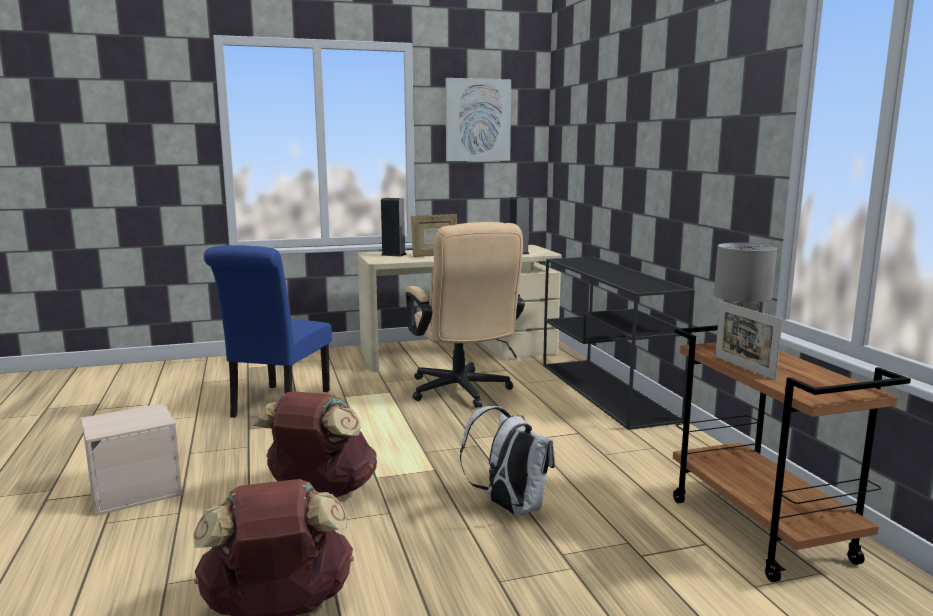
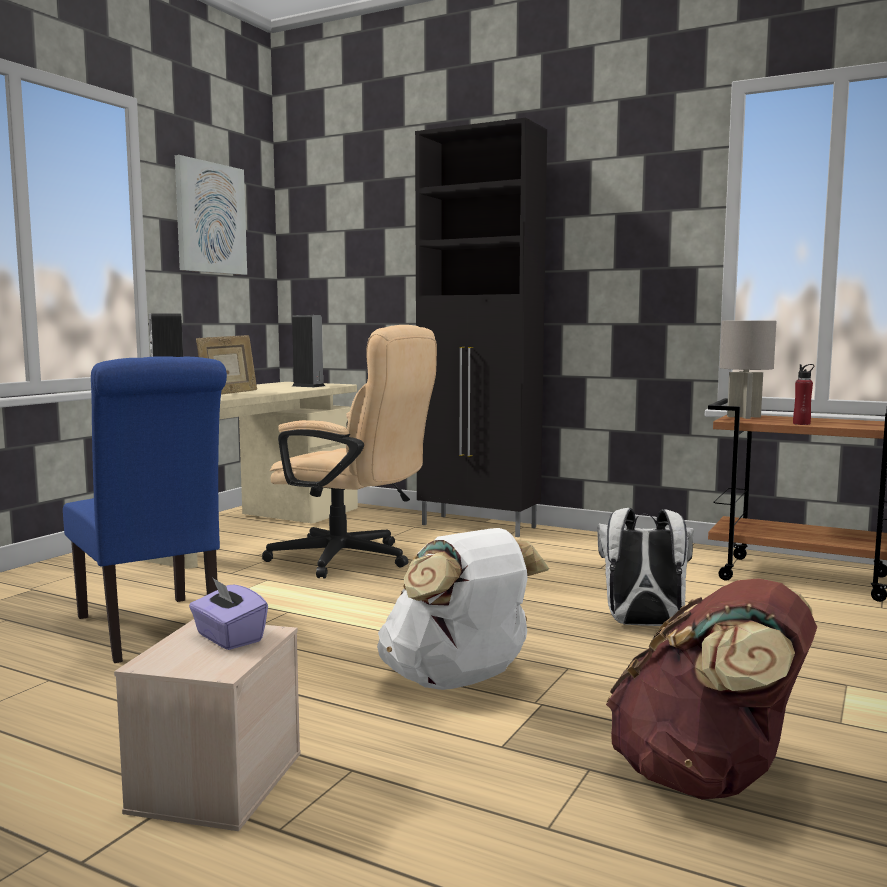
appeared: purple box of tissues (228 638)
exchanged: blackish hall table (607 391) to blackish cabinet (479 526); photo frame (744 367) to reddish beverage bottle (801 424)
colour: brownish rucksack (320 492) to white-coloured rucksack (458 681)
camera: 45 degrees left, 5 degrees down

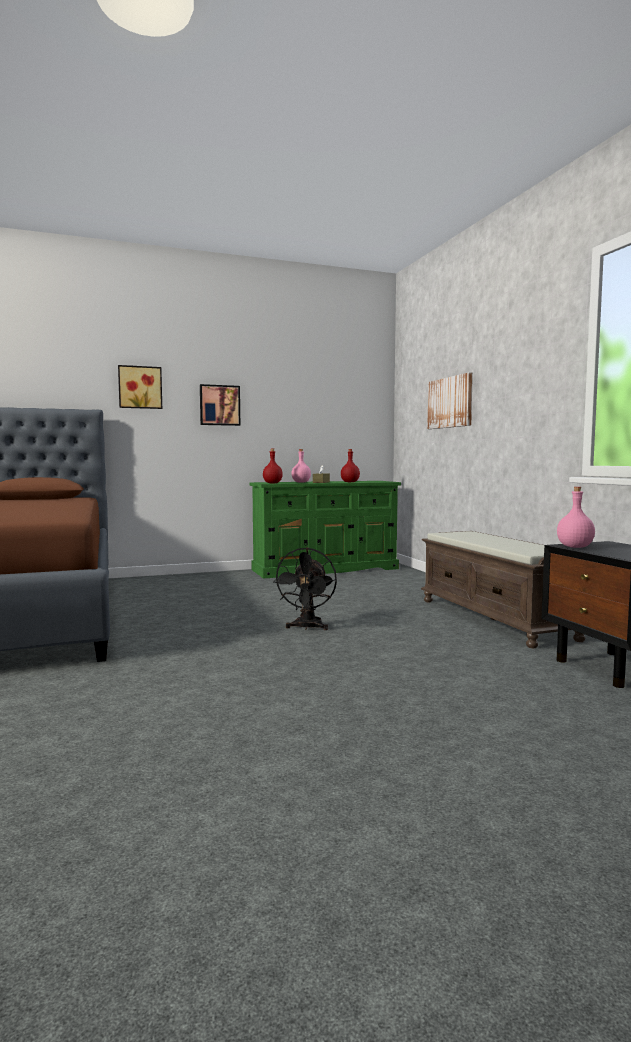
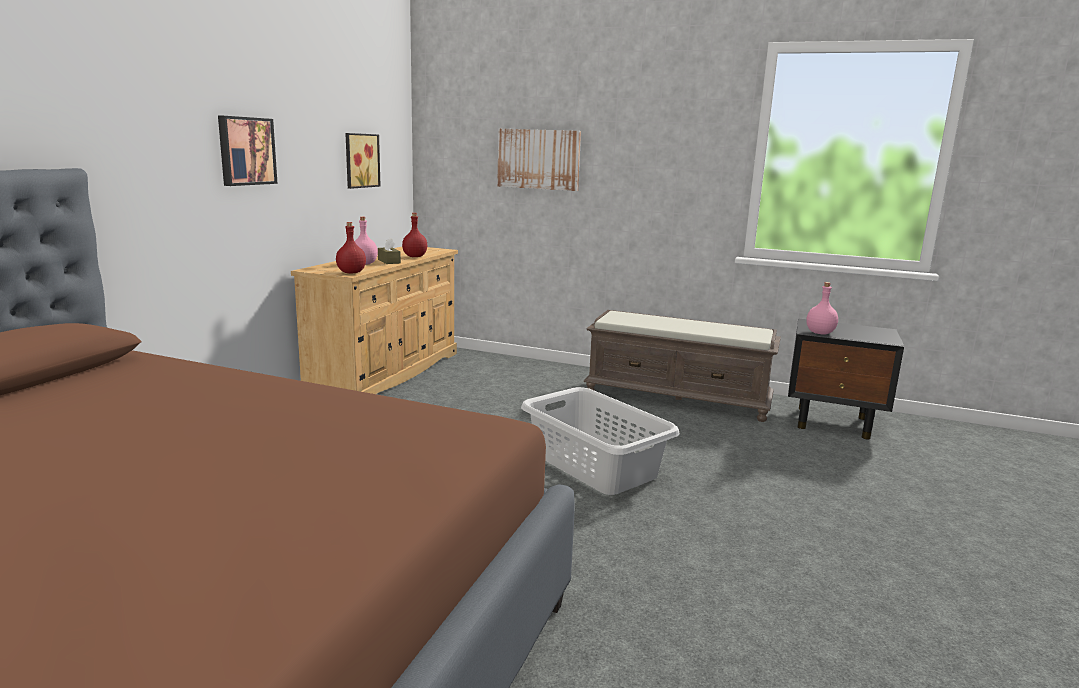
relocated: wall picture (140 387) to (360 160)
exchanged: blackish fan (307 627) to greyish hamper (594 464)
colour: green-coloured dresser (326 569) to beige-coloured dresser (387 373)
camera: 50 degrees left, 10 degrees up

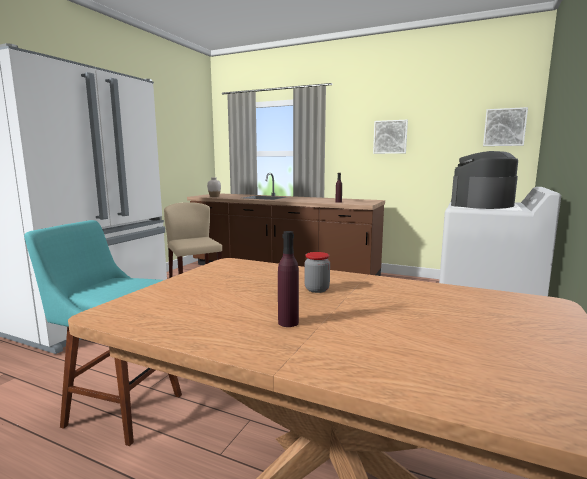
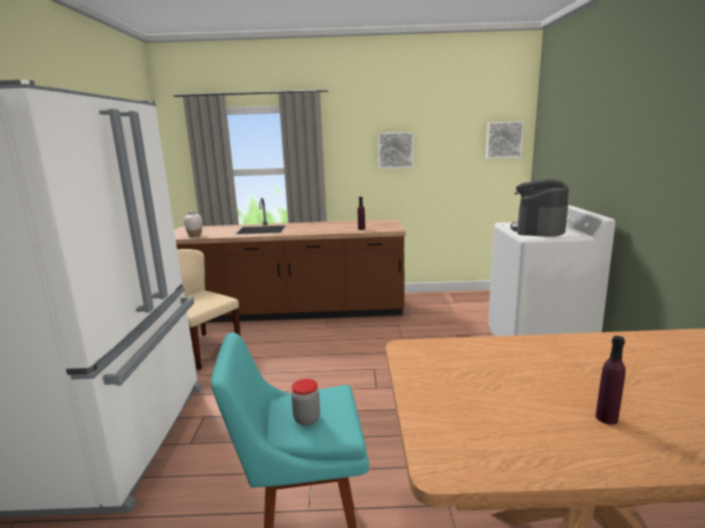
relocated: preserve jar (317 289) to (307 419)
camera: 25 degrees left, 5 degrees up

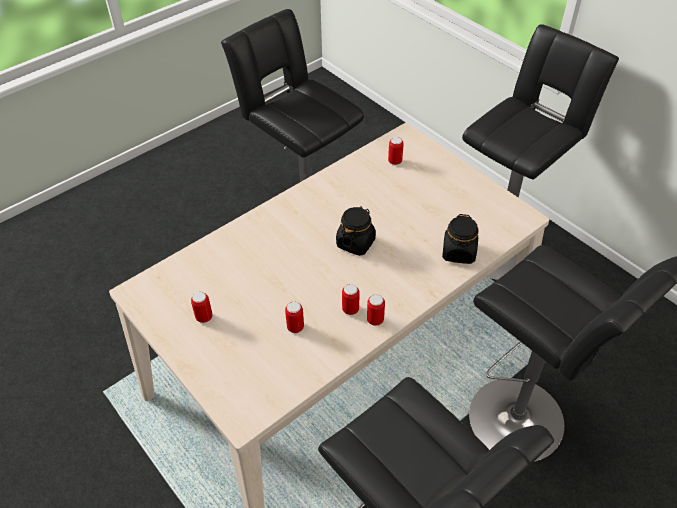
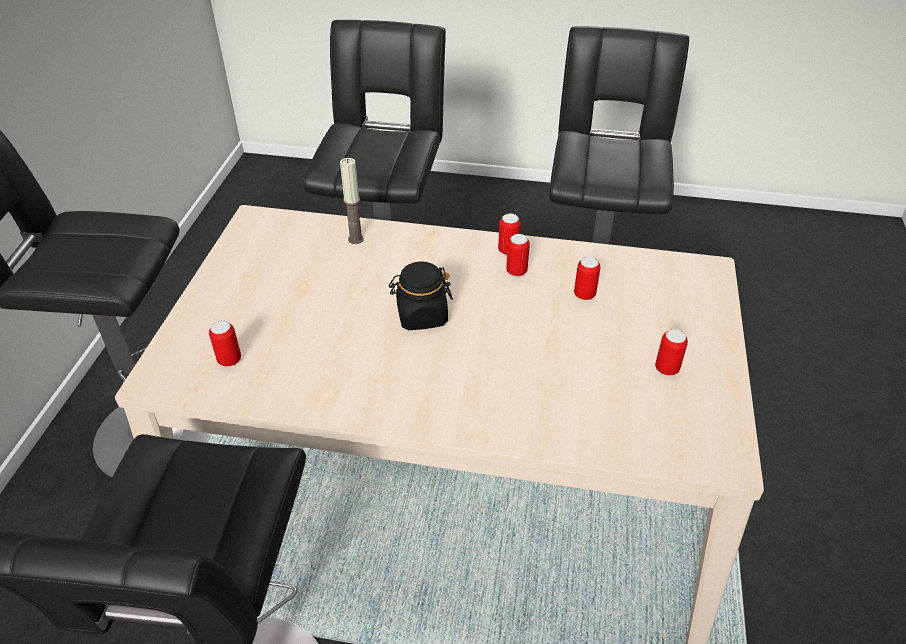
exchanged: blackish preserve jar (459 252) to candle (356 239)
camera: 130 degrees left, 5 degrees down

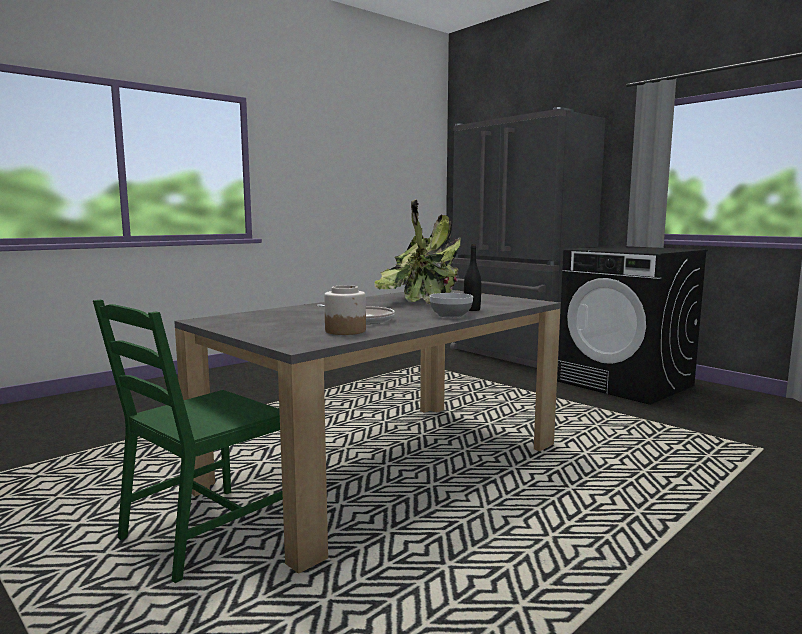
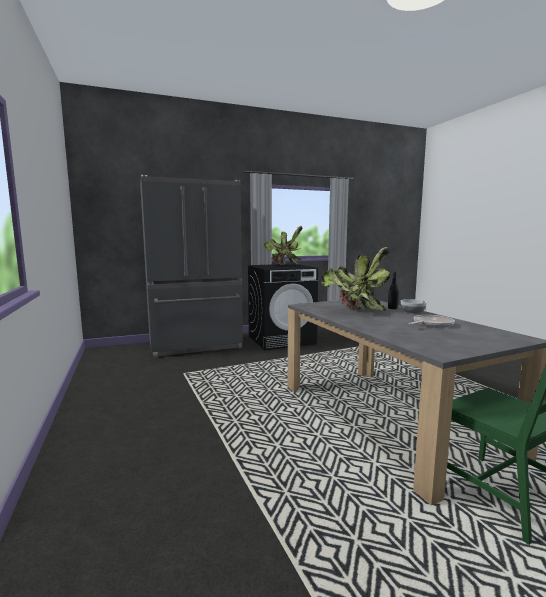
missing: preserve jar (345 331)
appeared: potted plant (284 266)
camera: 70 degrees left, 0 degrees up

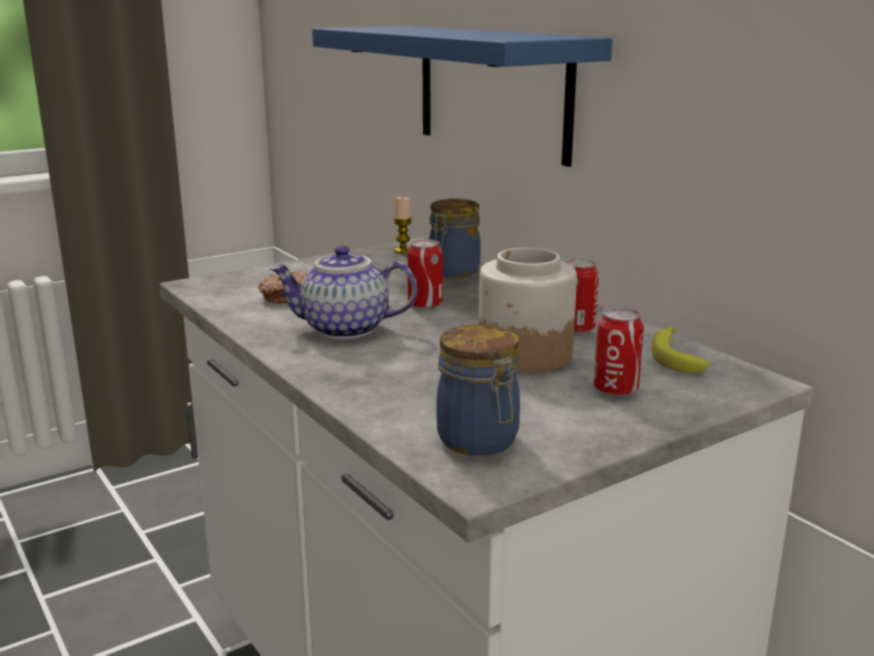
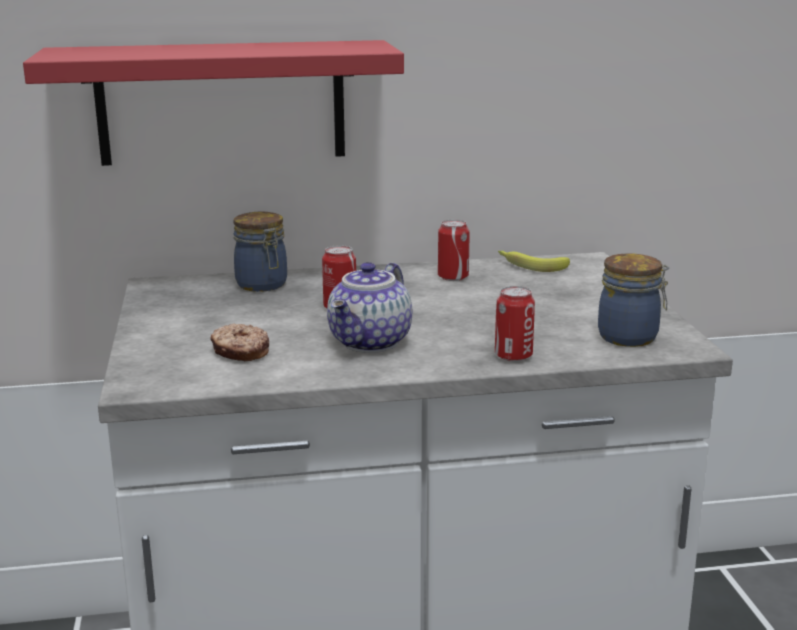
missing: candle (403 250); preserve jar (523 354)
relocated: metal can (615 389) to (513 356)
colour: blue shelf (492 91) to reddish shelf (221 102)
camera: 65 degrees left, 0 degrees up

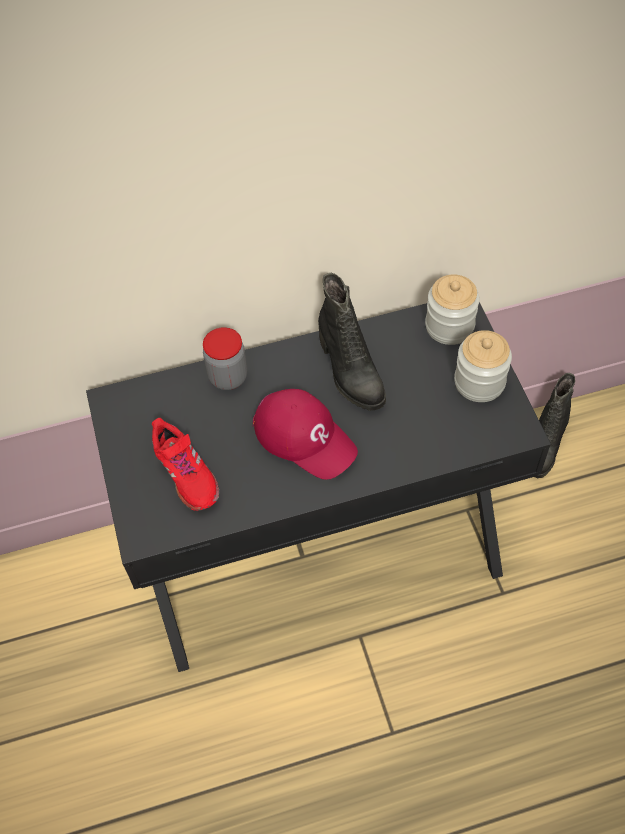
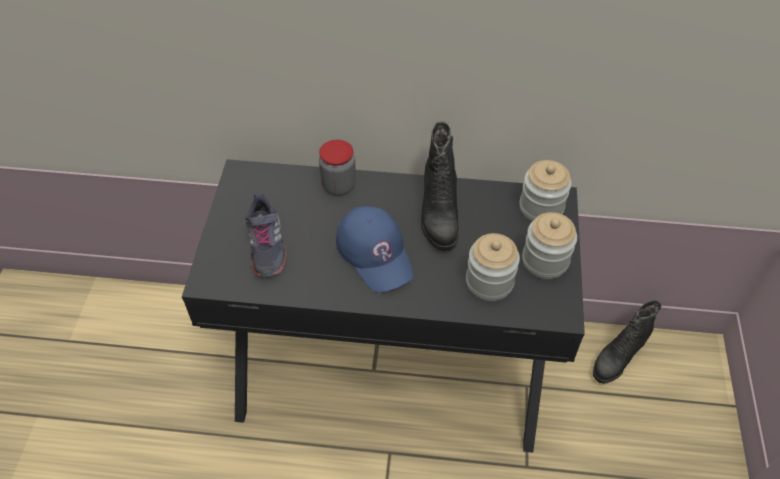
appeared: preserve jar (489 282)
colour: reddish shoe (185 473) to greyish shoe (266 246); reddish baseball cap (305 437) to blue baseball cap (375 252)
camera: 20 degrees right, 5 degrees down

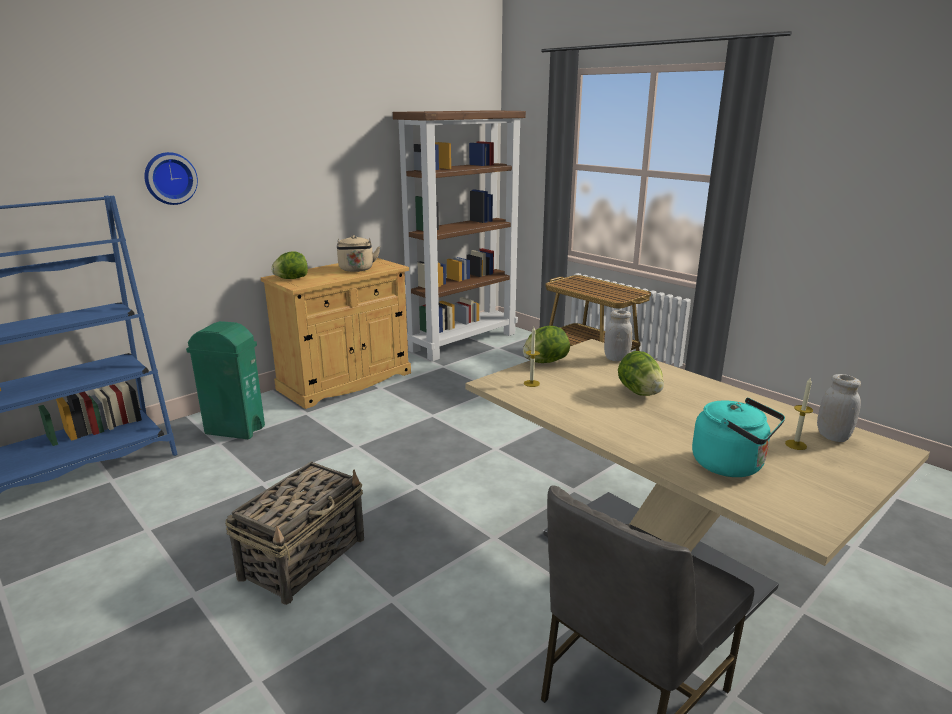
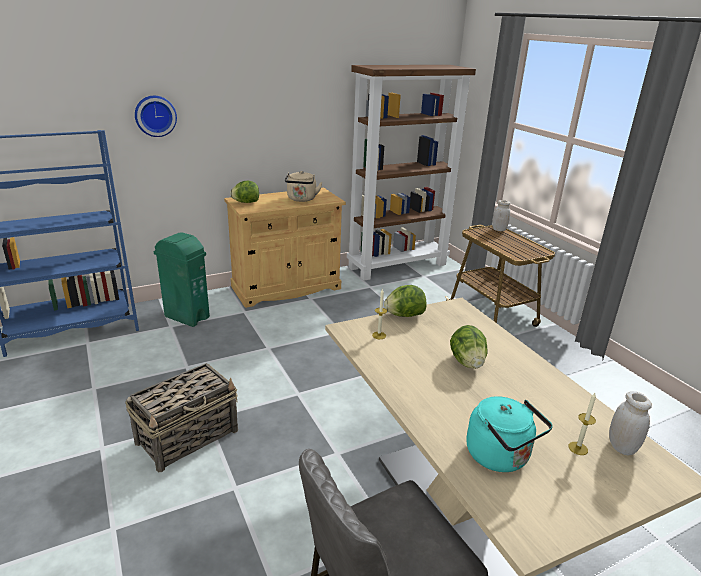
relocated: white-coloured preserve jar (616 358) to (499 229)
camera: 15 degrees right, 5 degrees up

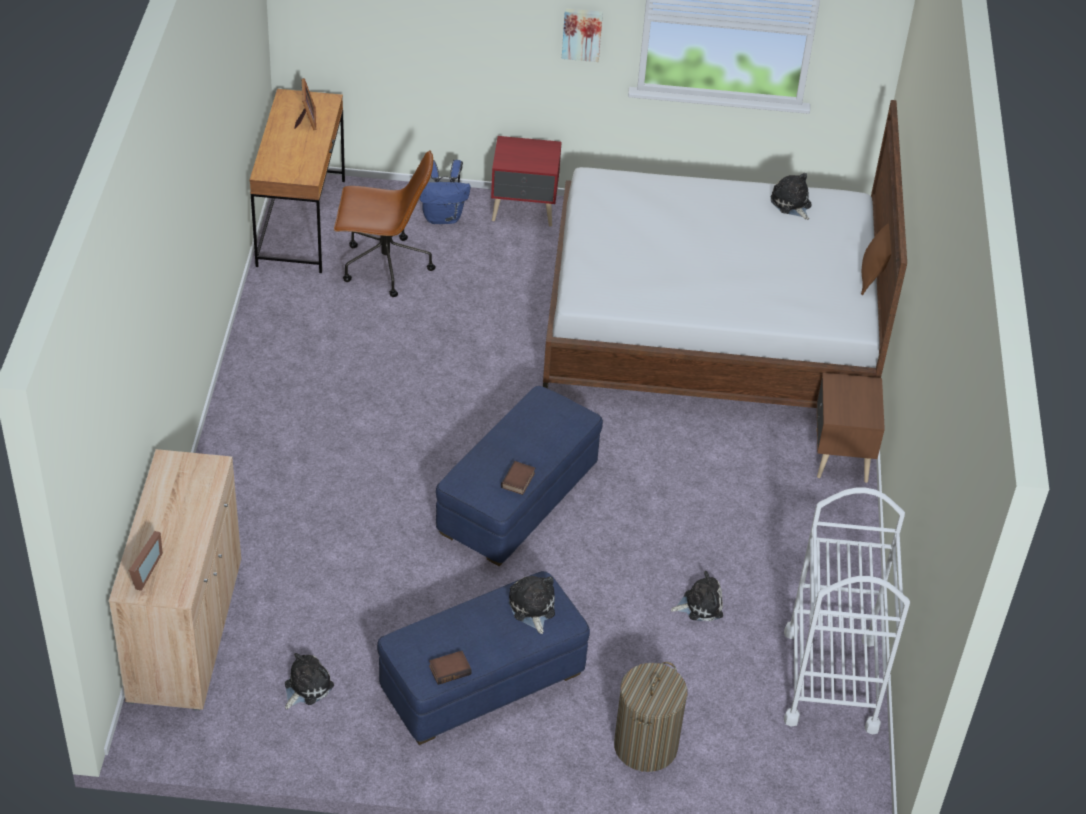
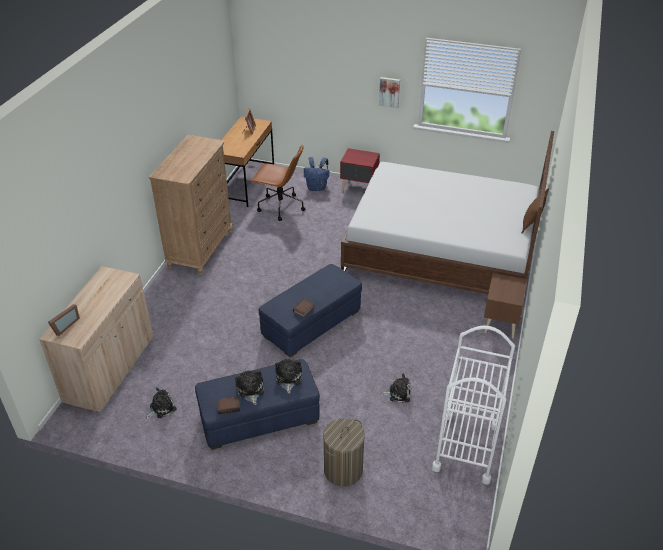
appeared: brownish dresser (200 249)
relocated: soft toy (791 204) to (250 390)
camera: 15 degrees right, 5 degrees down

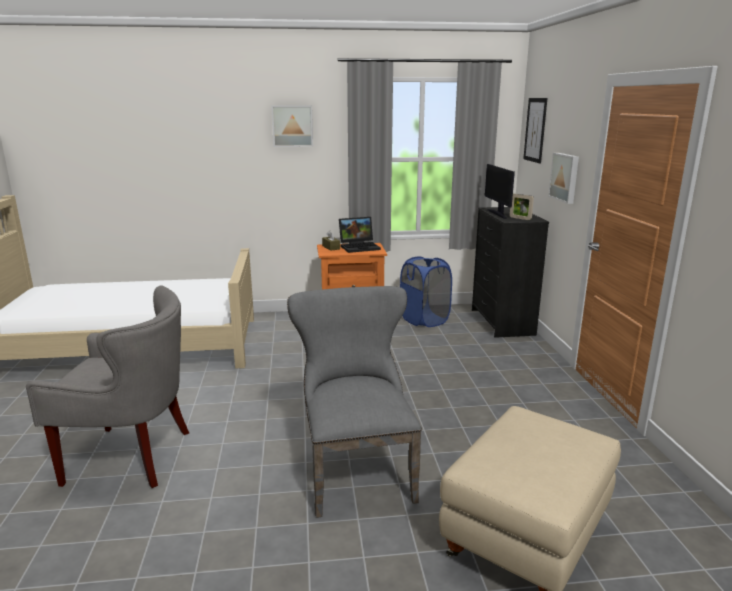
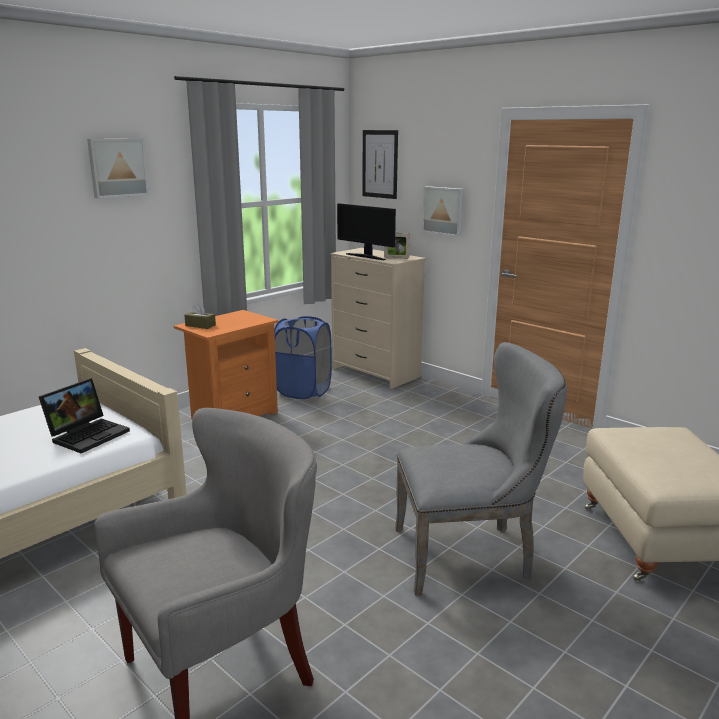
relocated: laptop (360 247) to (88 434)
colour: blackish dresser (501 322) to beige-coloured dresser (375 373)
spun: greyish upright chair (355 470) = (471 554) 135 degrees clockwise
camera: 40 degrees left, 0 degrees up

